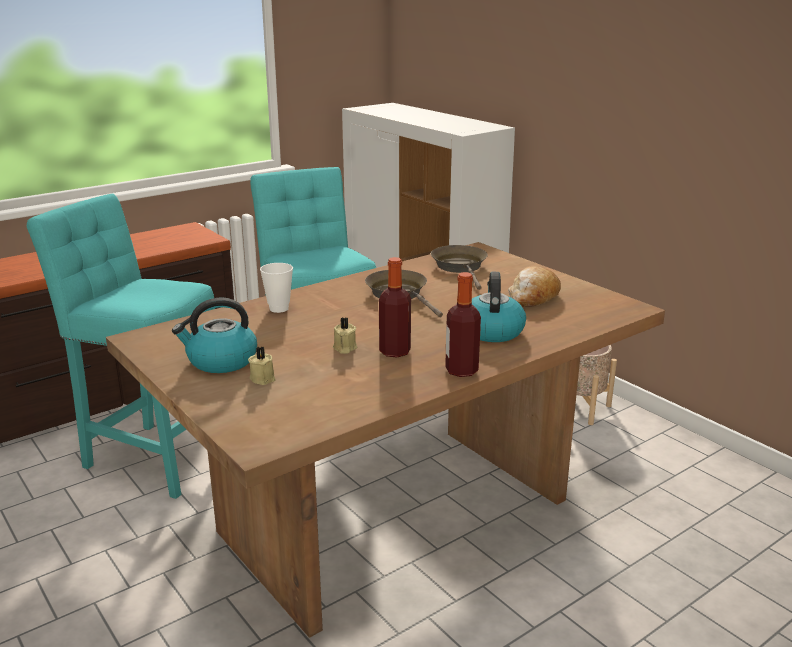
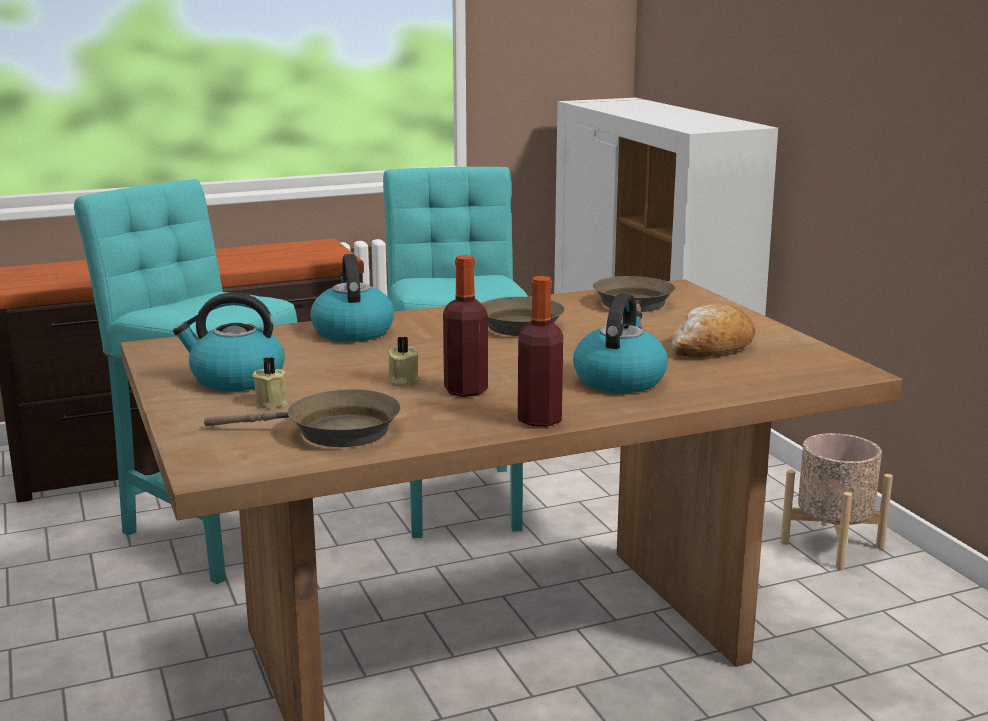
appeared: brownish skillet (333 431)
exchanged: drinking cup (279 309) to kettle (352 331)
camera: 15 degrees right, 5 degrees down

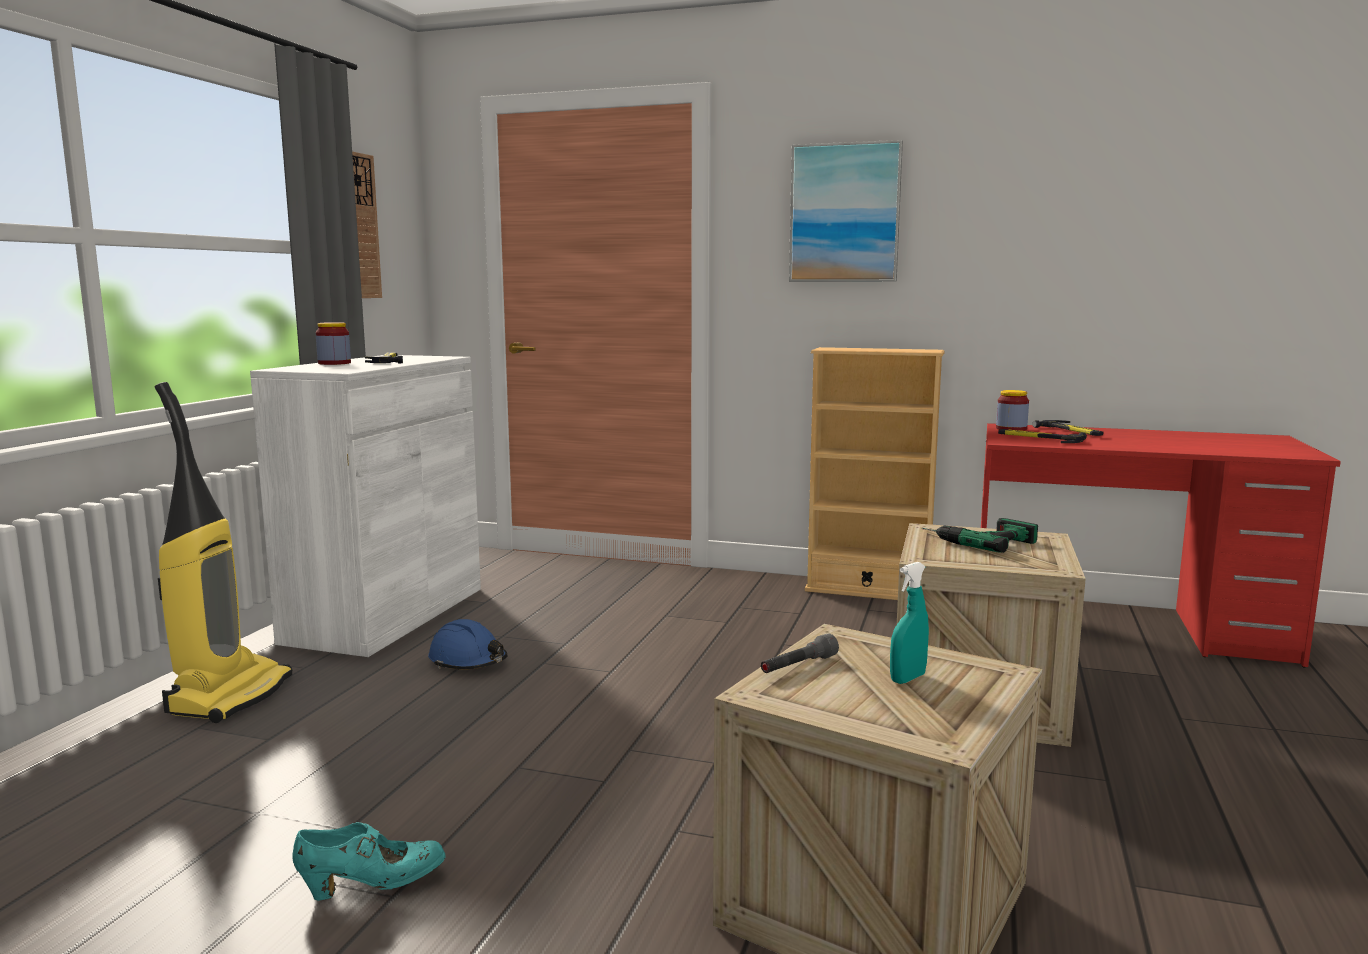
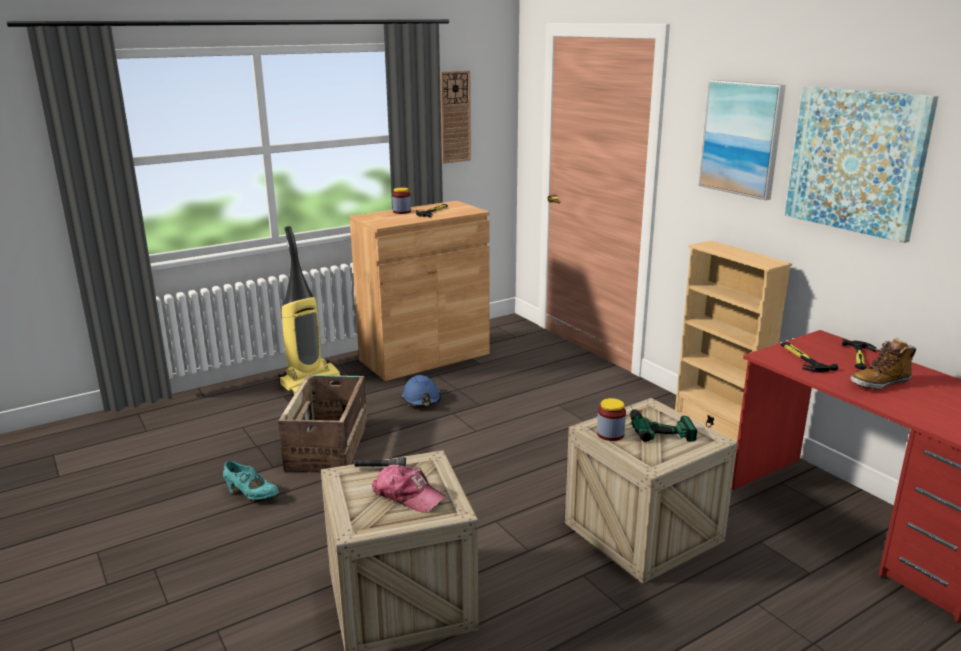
appeared: shipping crate (329 445); wall picture (856 161); tall boot (880 383)
relocated: preserve jar (1011 429) to (610 434)
exchanged: turquoise-coloured hand sprayer (907 678) to baseball cap (408 495)
colour: white-coloured cabinet (386 615) to brownish cabinet (424 357)
camera: 40 degrees right, 10 degrees up

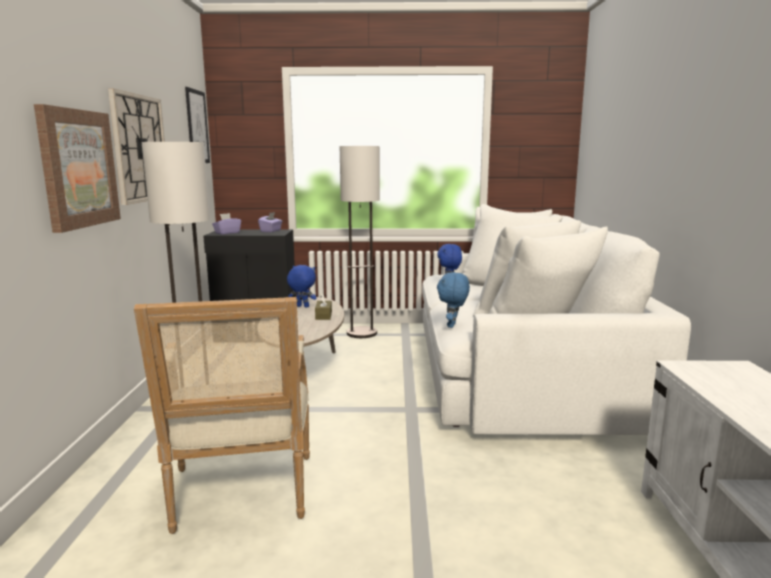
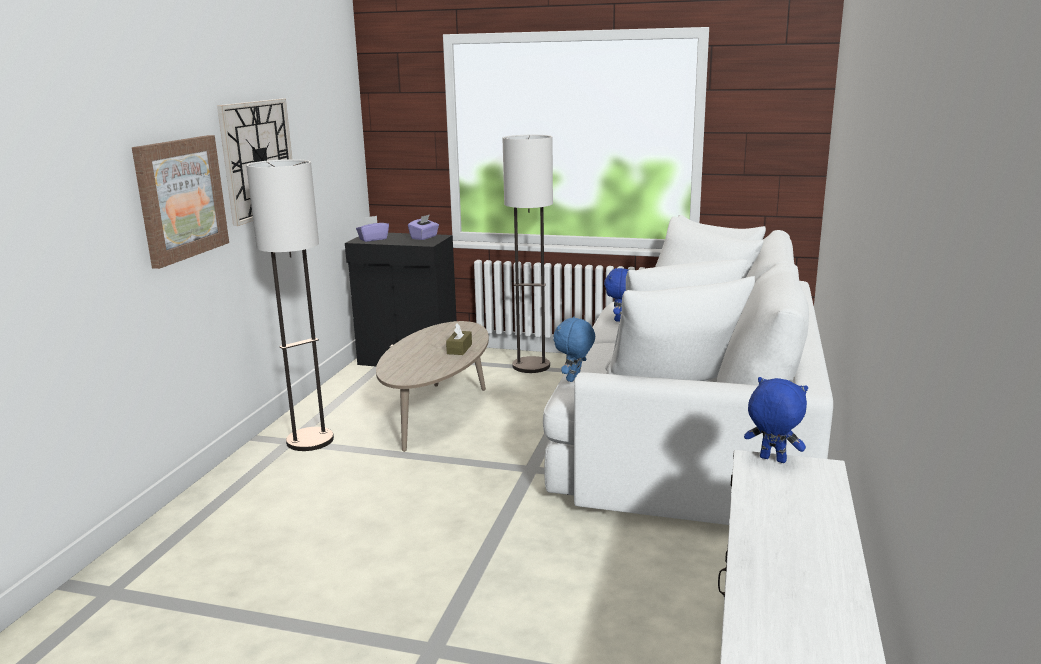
missing: easy chair (241 497); wall picture (197 127)
relocated: blue soft toy (302 307) to (772 460)
camera: 15 degrees right, 5 degrees up

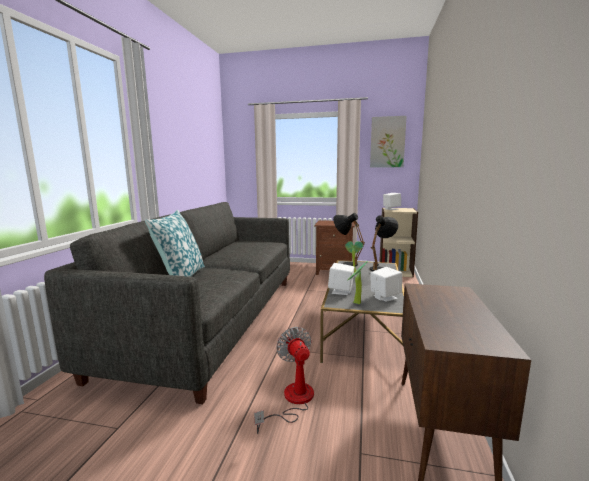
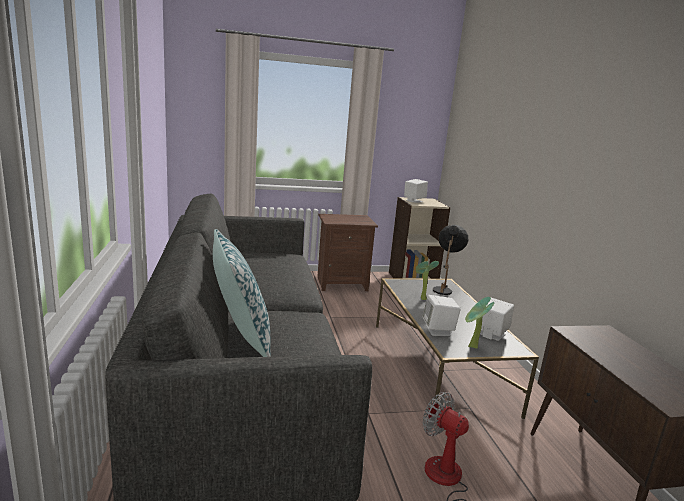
missing: blackish table lamp (345 263); wall picture (387 142)
camera: 25 degrees left, 5 degrees up

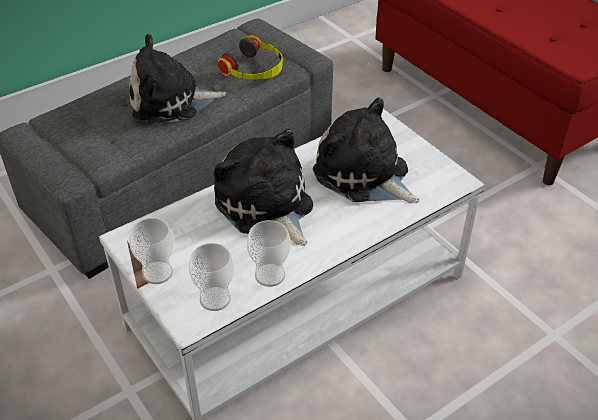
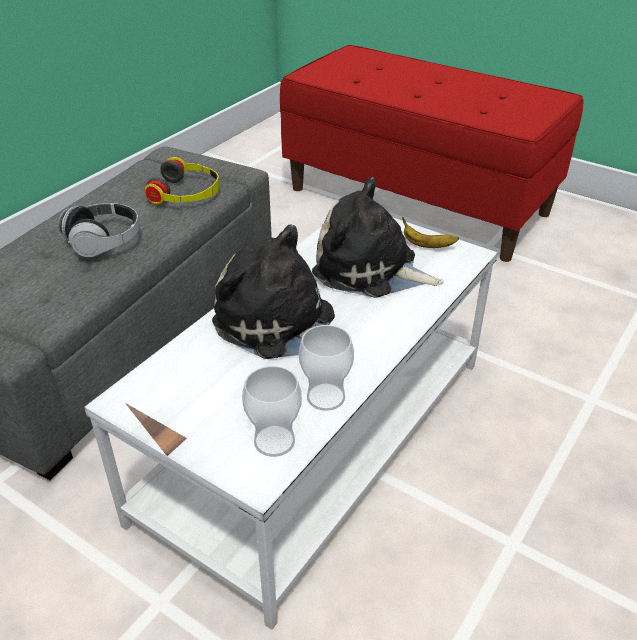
missing: drinking cup (157 273)
appeared: banana (426 245)
exchanged: soft toy (171 102) to pair of headphones (104 242)
camera: 20 degrees left, 5 degrees down

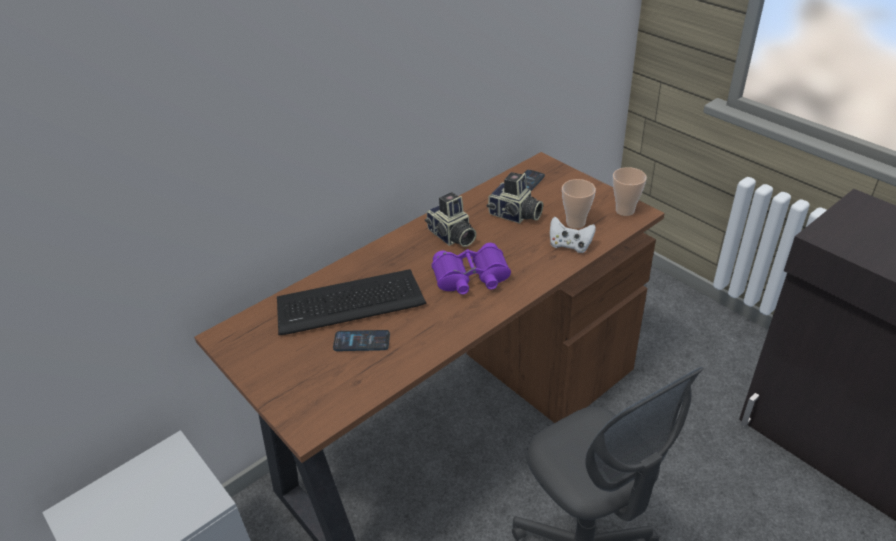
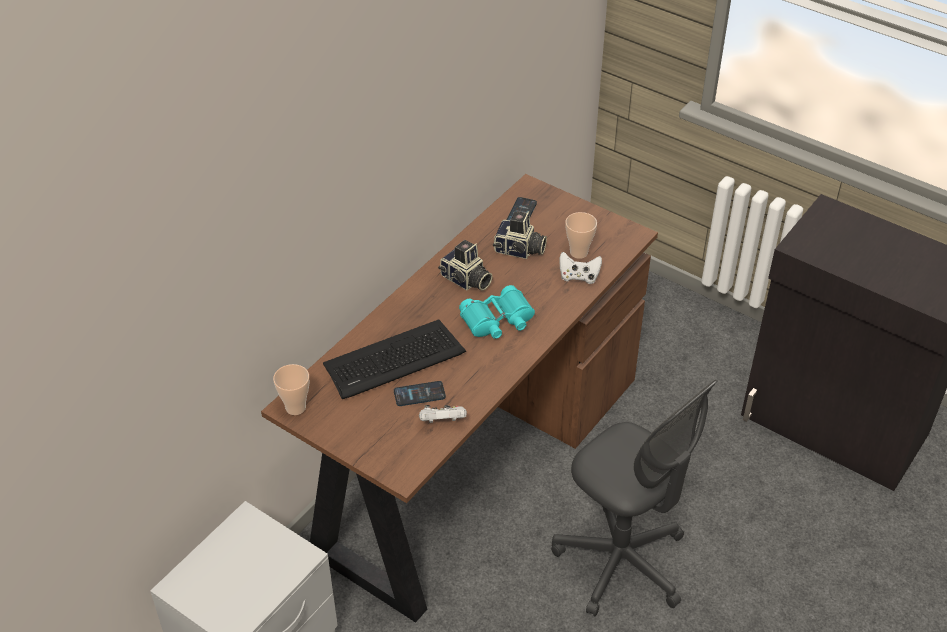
appeared: white-coloured game controller (442 422)
relocated: drinking cup (625 211) to (295 407)
colour: purple pair of binoculars (471 278) to turquoise-coloured pair of binoculars (498 321)
camera: 15 degrees left, 5 degrees up

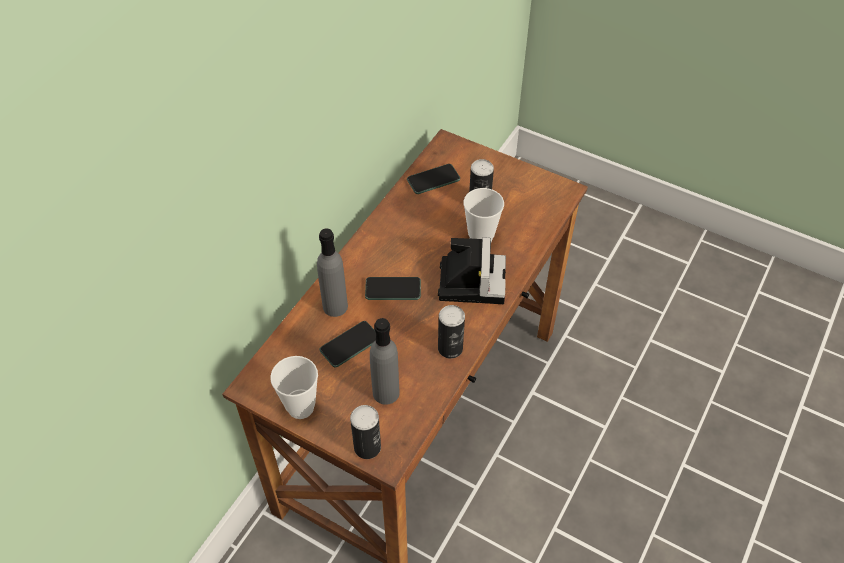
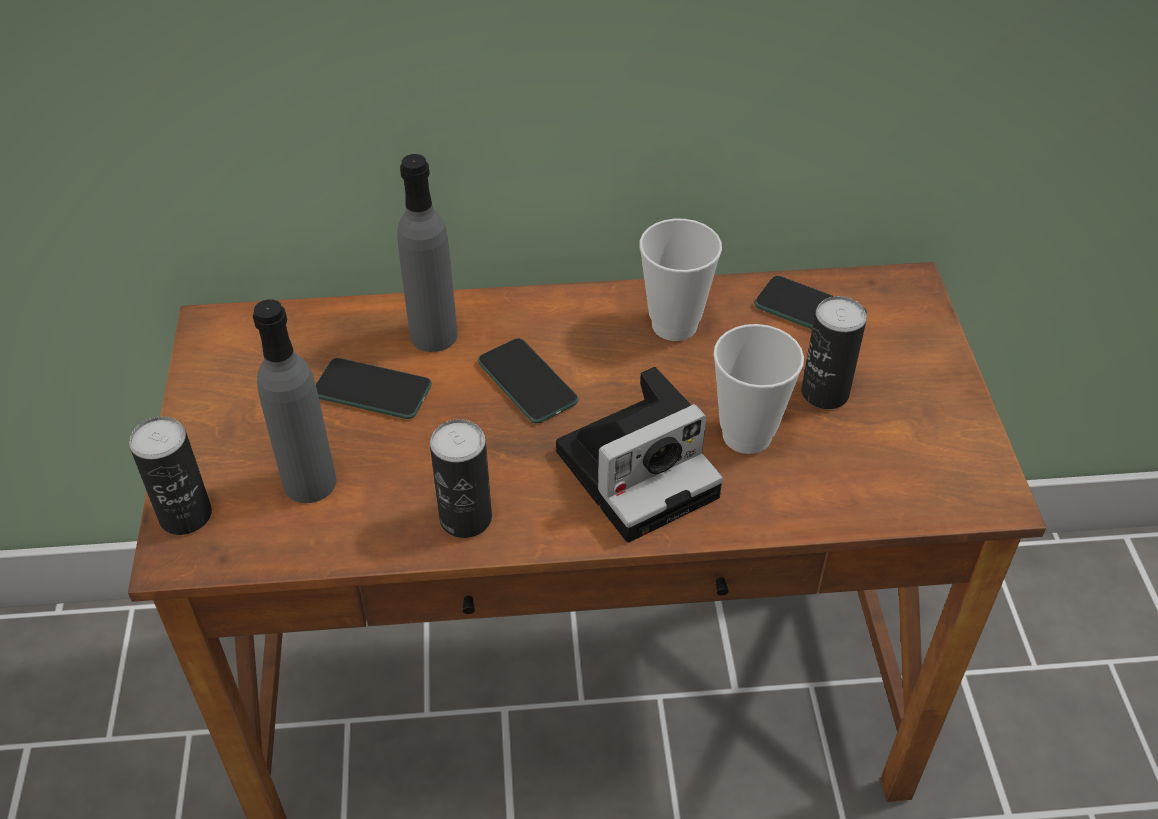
relocated: drinking cup (301 407) to (674 325)
camera: 55 degrees right, 5 degrees down

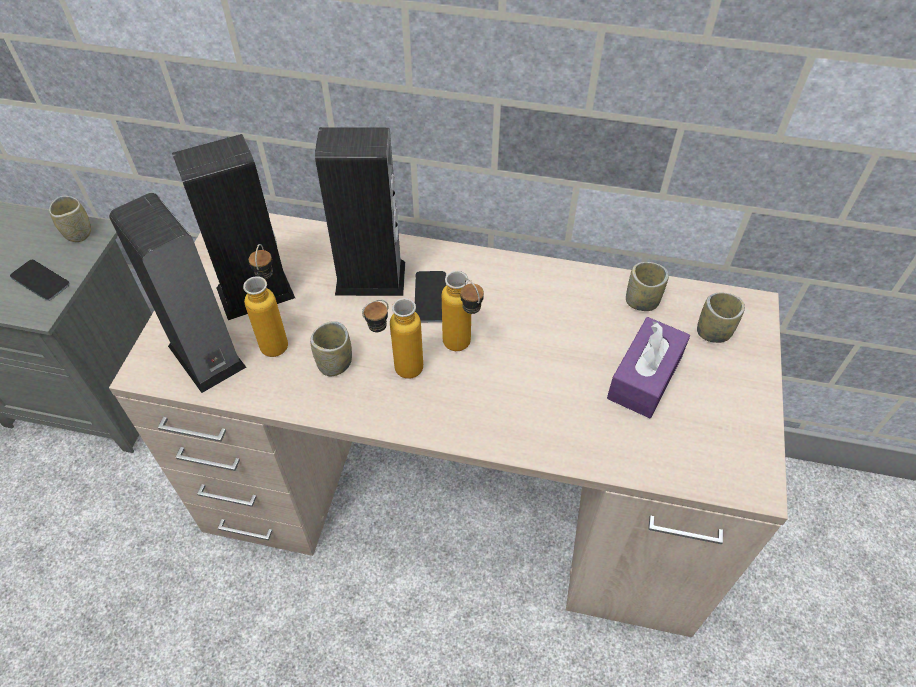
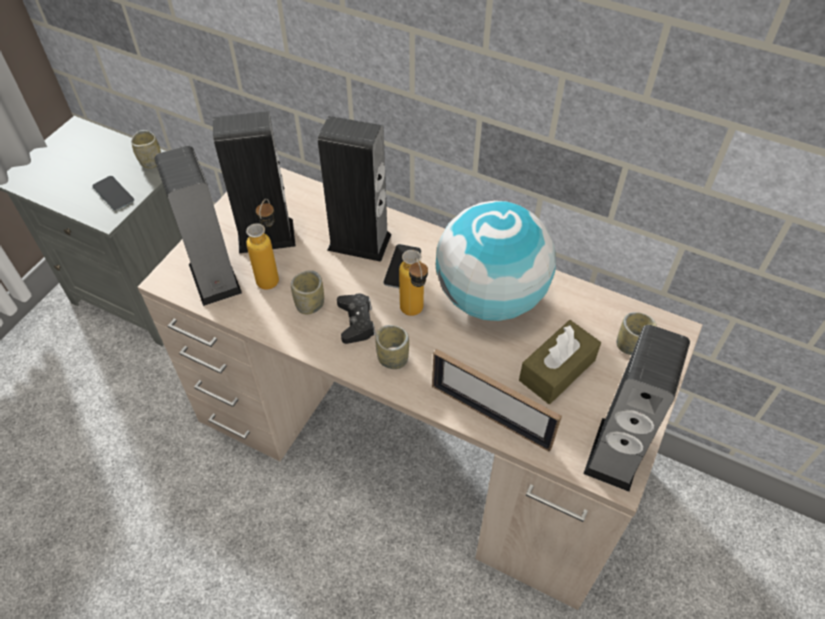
appeared: photo frame (490 416); globe (490 297); audio speaker (615 453)
relocated: drinking cup (641 301) to (393 358)
exchanged: beverage bottle (397 372) to blackish game controller (356 322)
colour: purple box of tissues (644 377) to brownish box of tissues (557 370)
camera: 15 degrees right, 0 degrees up

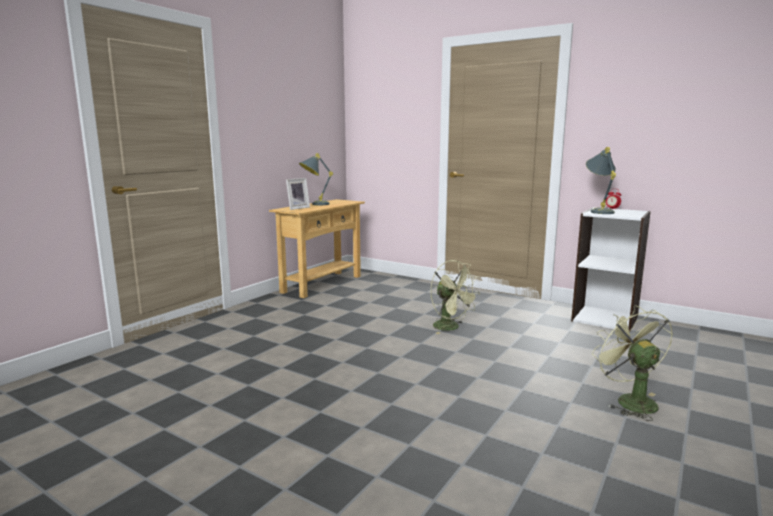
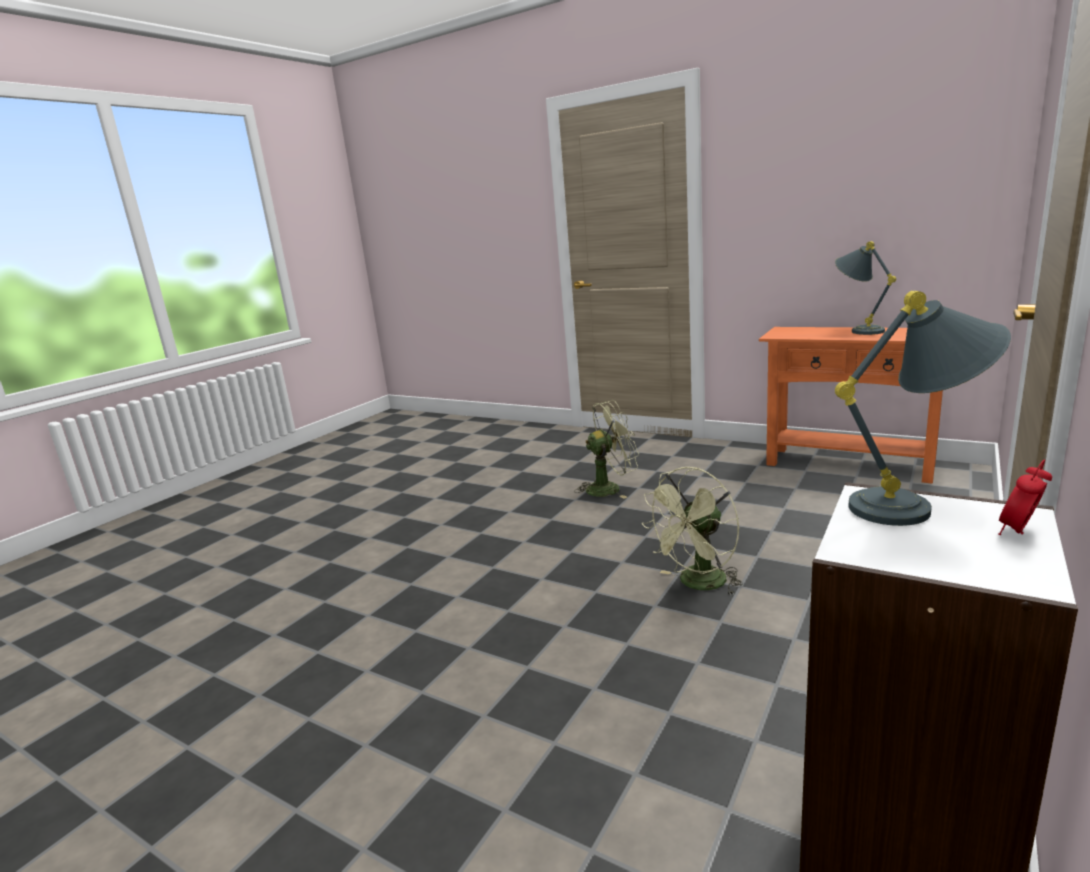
missing: photo frame (297 208)
relocated: green-coloured fan (629 400) to (610 488)
colour: beige-coloured hall table (322 284) to orange-coloured hall table (848 464)
camera: 90 degrees right, 5 degrees up

